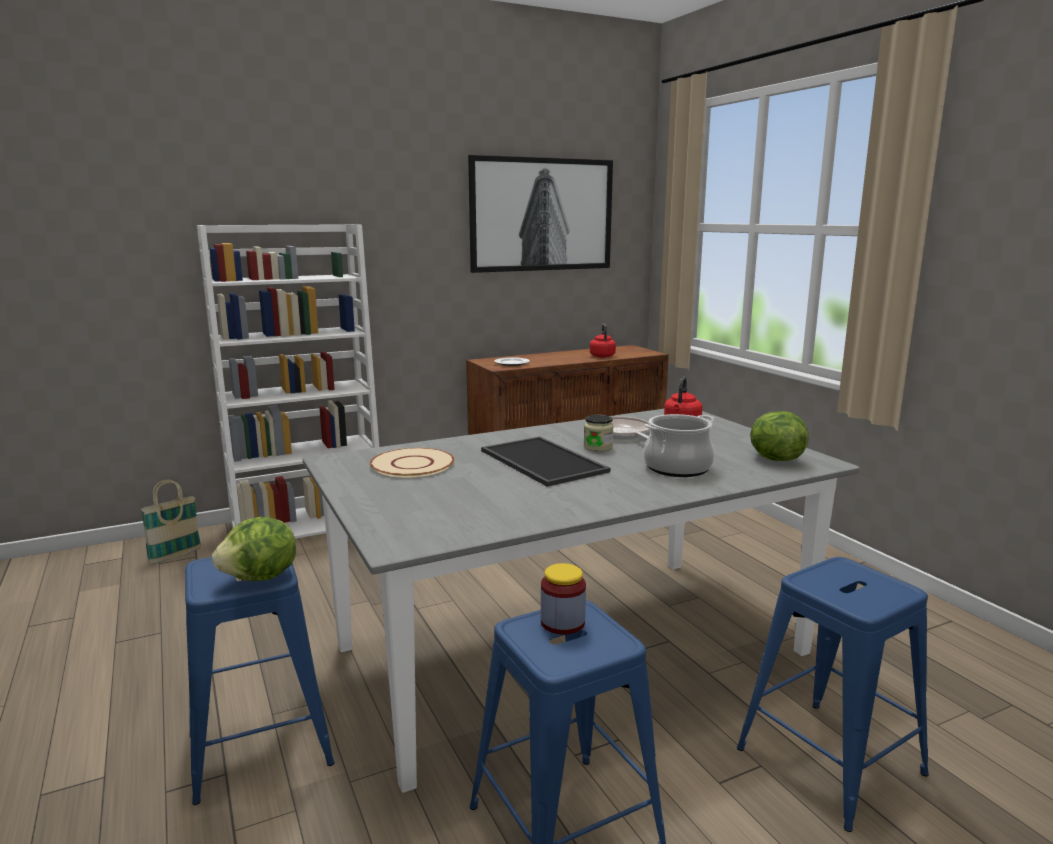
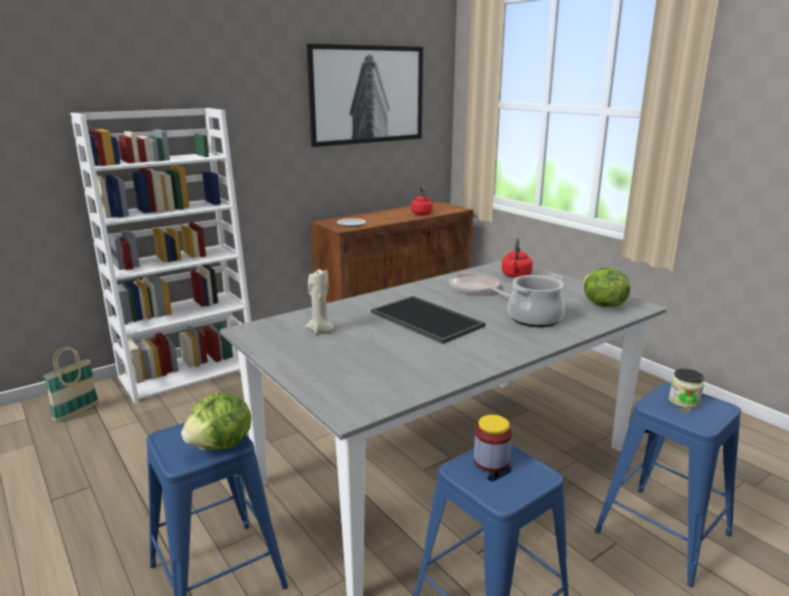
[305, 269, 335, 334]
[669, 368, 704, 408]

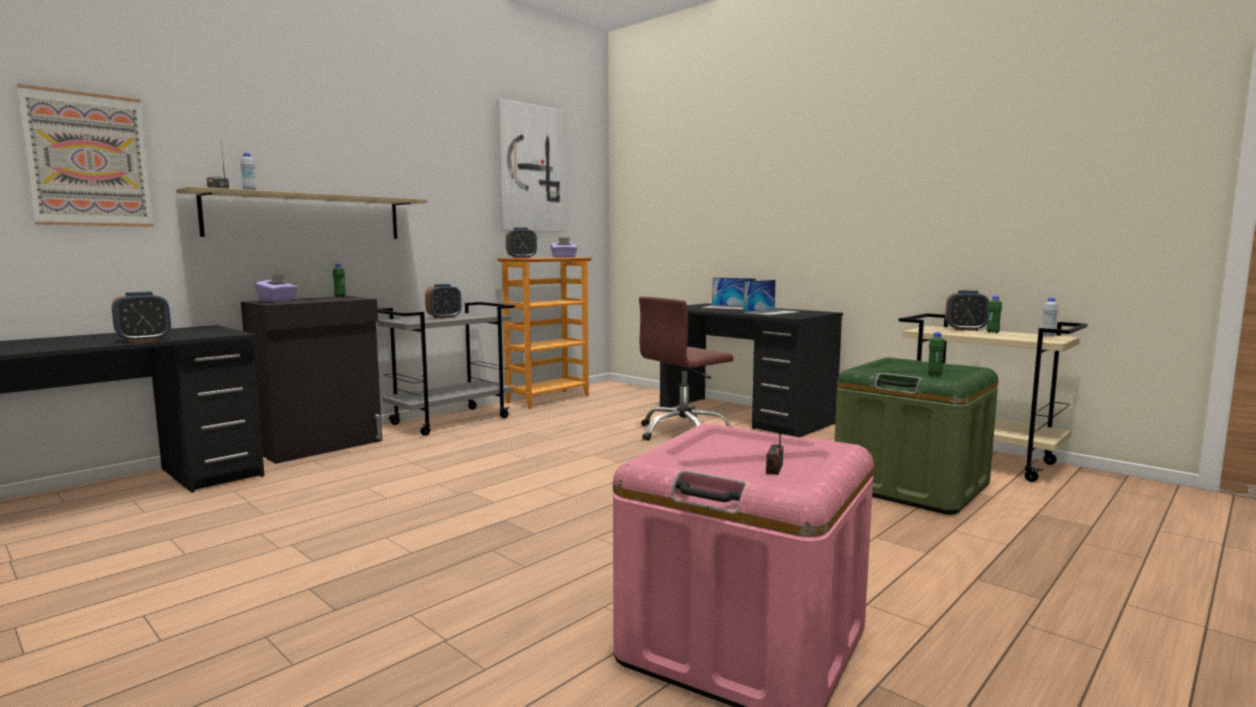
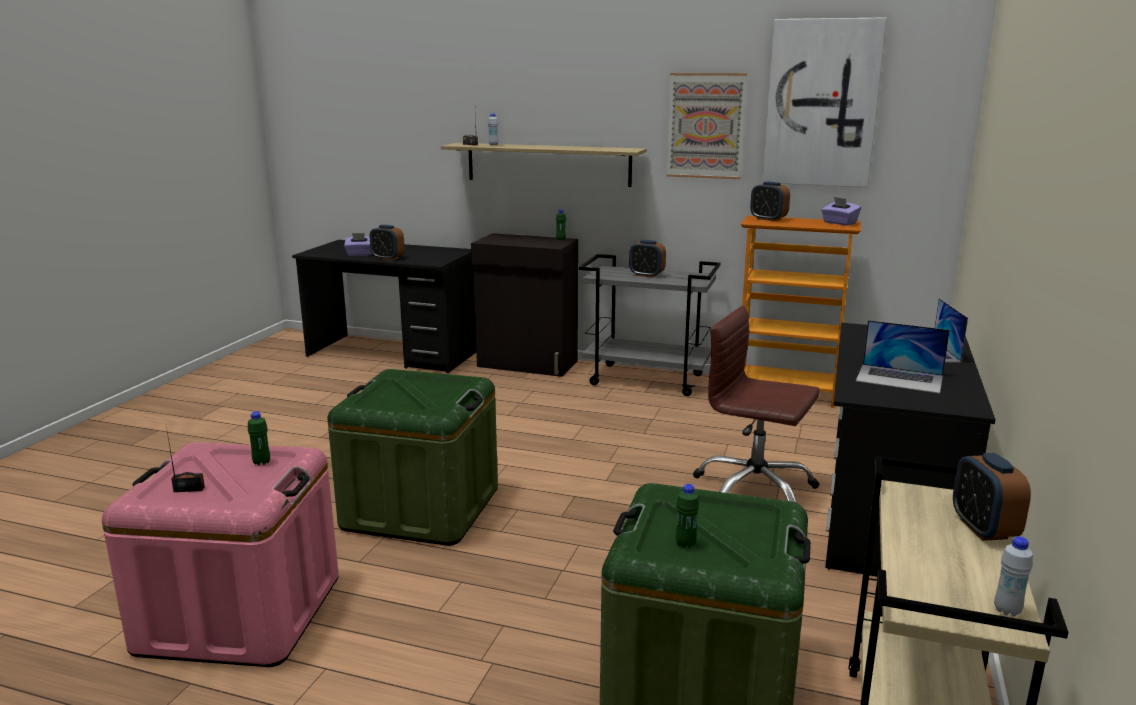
[666, 73, 747, 179]
[344, 233, 372, 256]
[248, 411, 270, 465]
[328, 369, 498, 546]

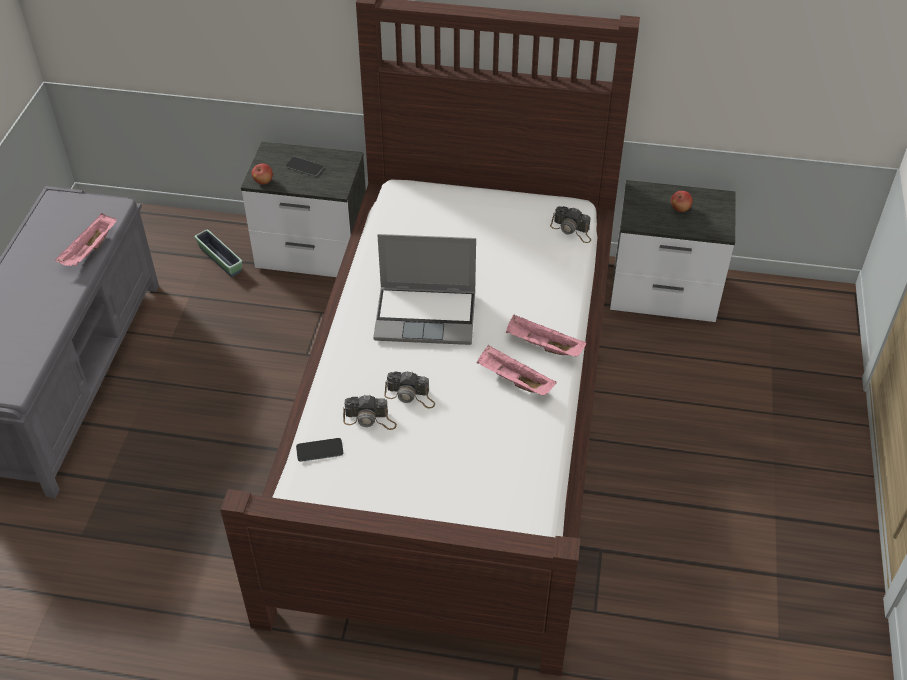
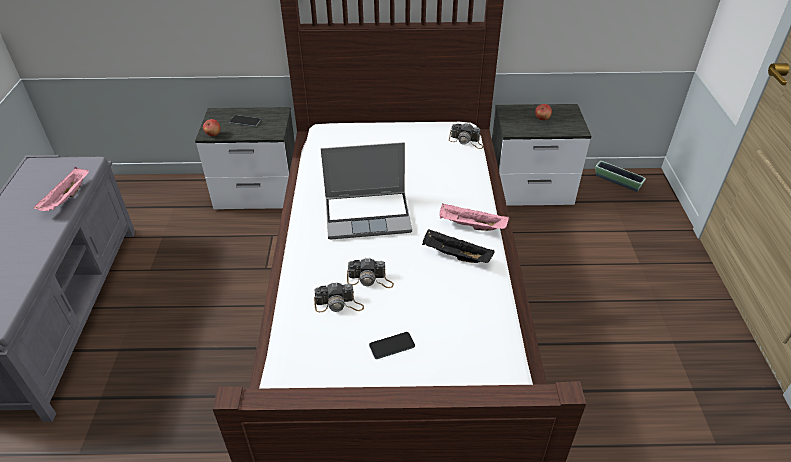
[596, 161, 646, 192]
[369, 332, 415, 359]
[422, 229, 495, 263]

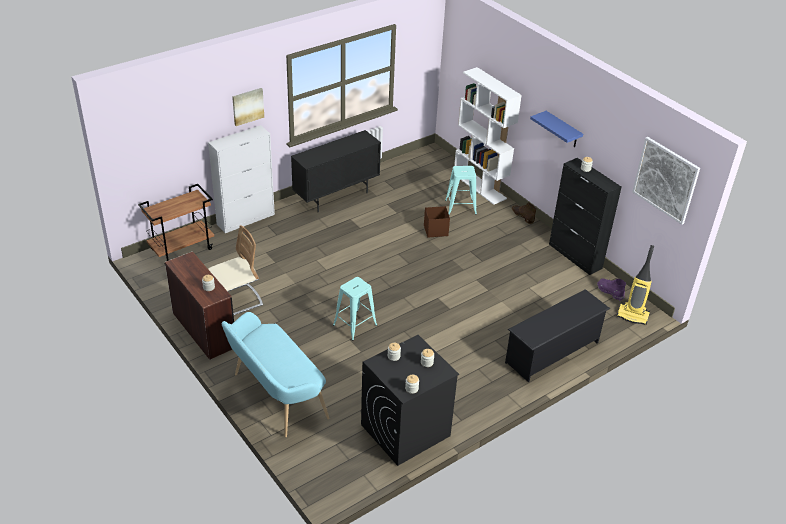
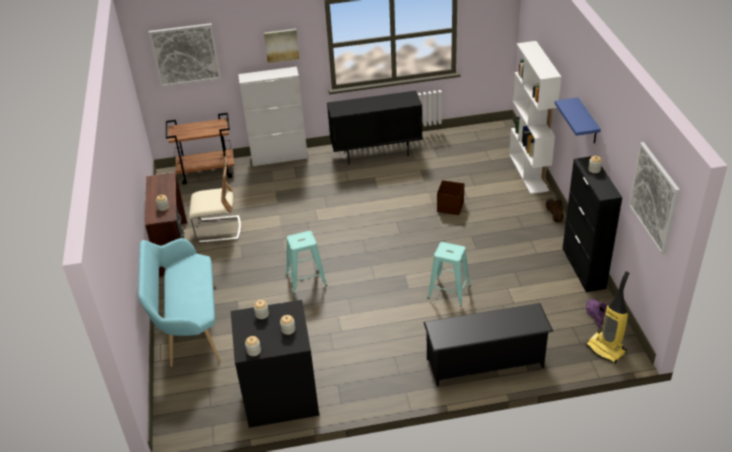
[428, 242, 471, 306]
[149, 23, 221, 87]

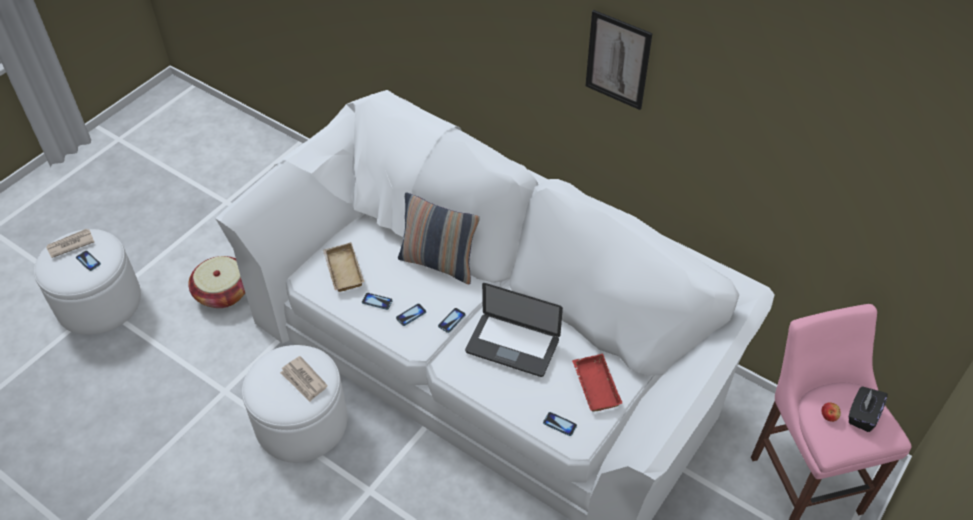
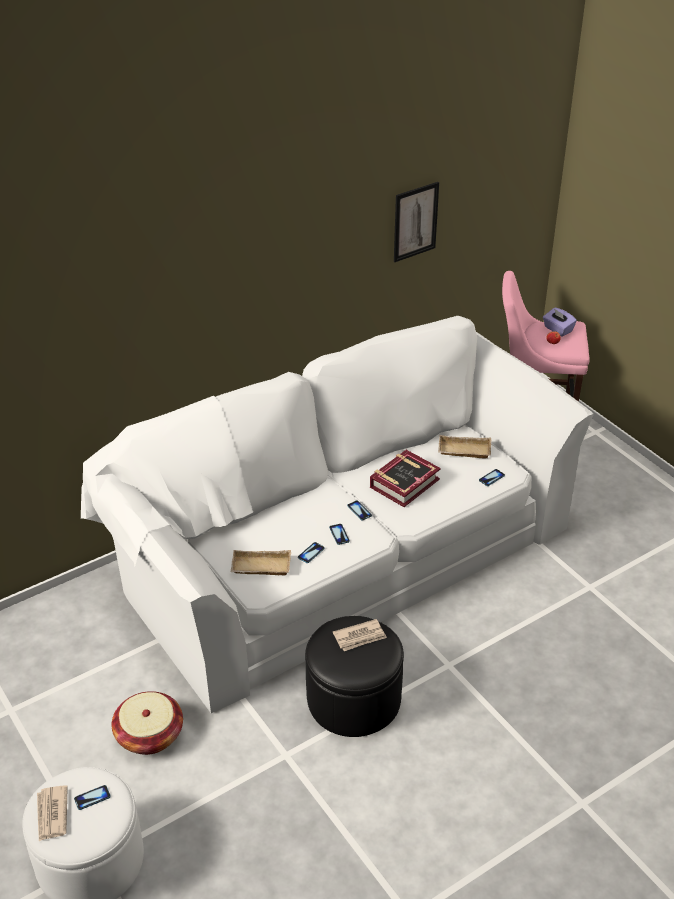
[305, 616, 404, 737]
[398, 193, 480, 284] (first image)
[370, 450, 441, 507]
[438, 435, 492, 459]
[394, 182, 439, 262]
[543, 307, 577, 337]

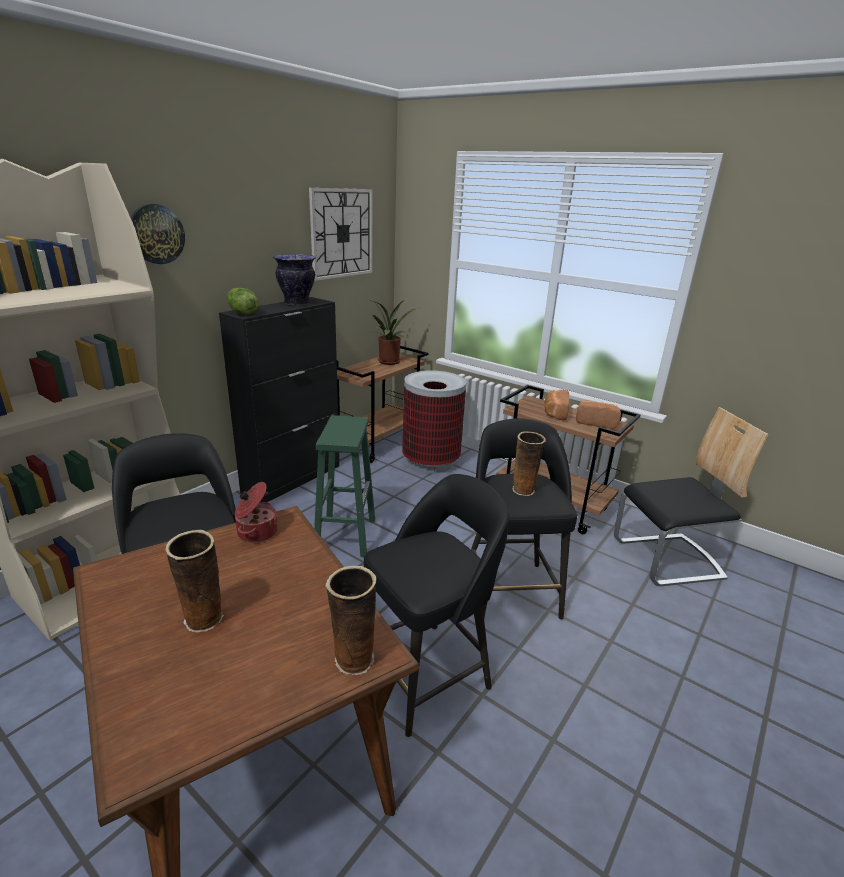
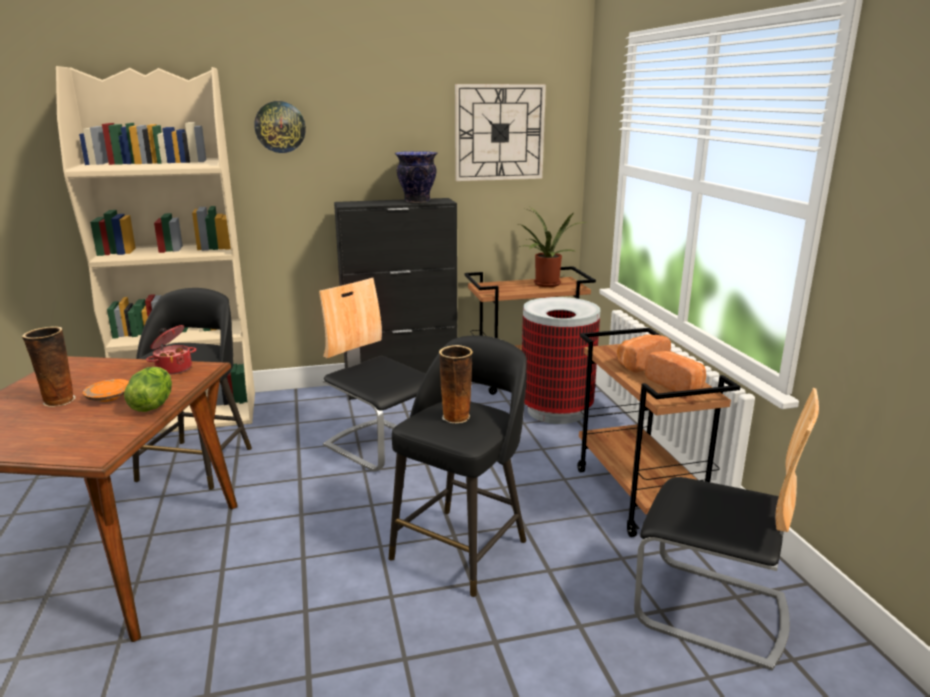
[124, 367, 172, 412]
[319, 278, 425, 472]
[325, 566, 377, 675] (first image)
[364, 474, 510, 737] (first image)
[83, 379, 129, 402]

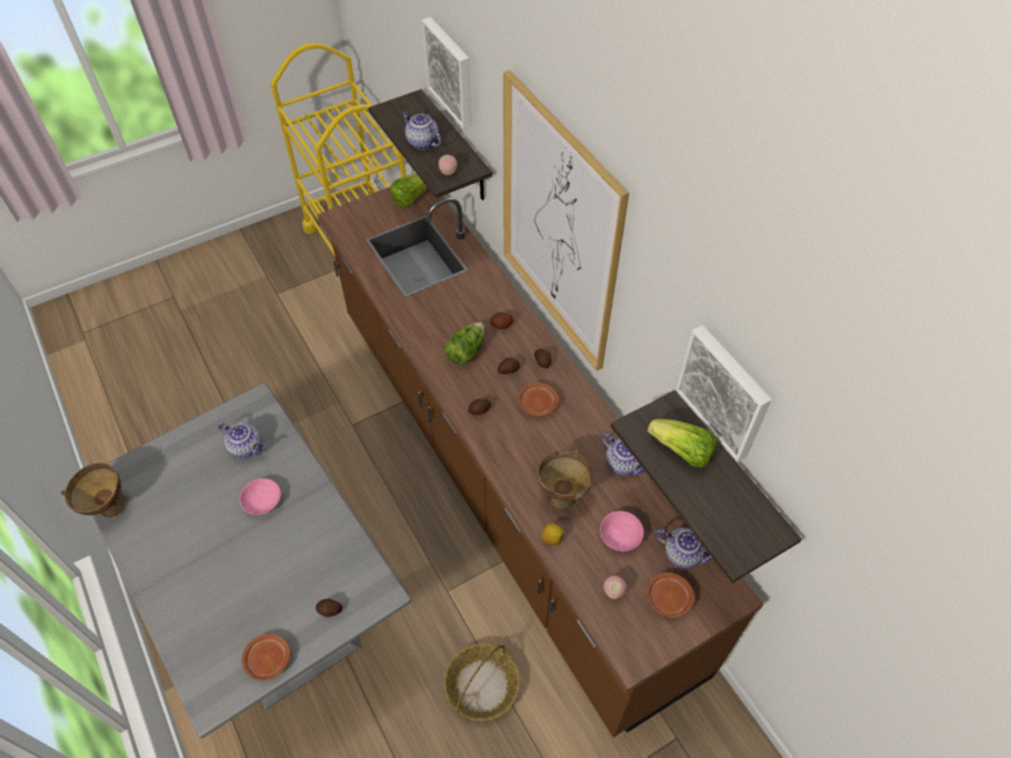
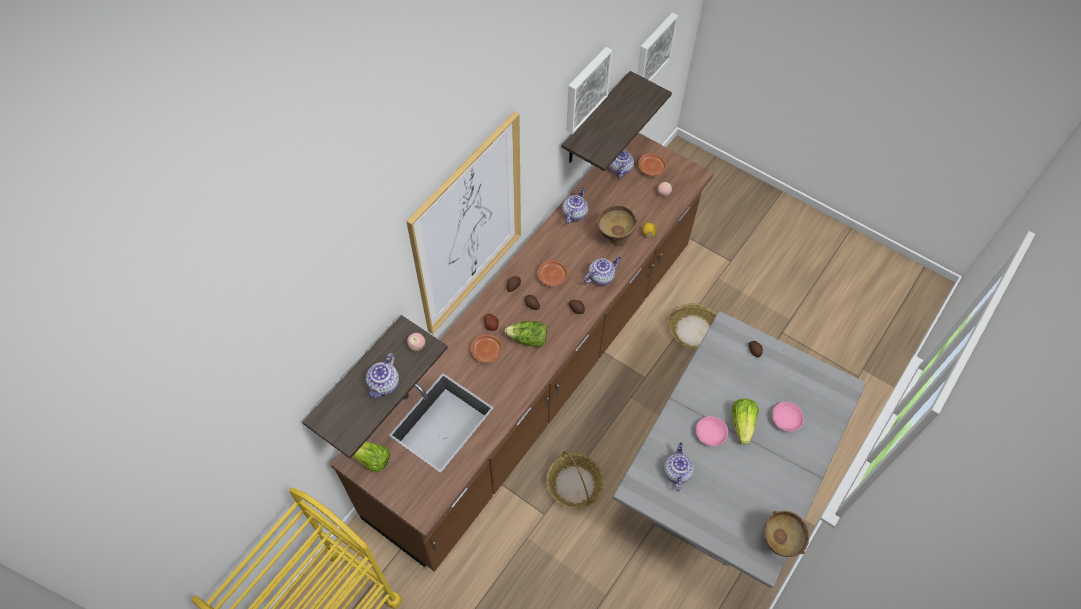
[470, 334, 503, 363]
[637, 13, 678, 81]
[772, 402, 804, 432]
[731, 399, 759, 444]
[546, 451, 604, 509]
[583, 256, 621, 285]

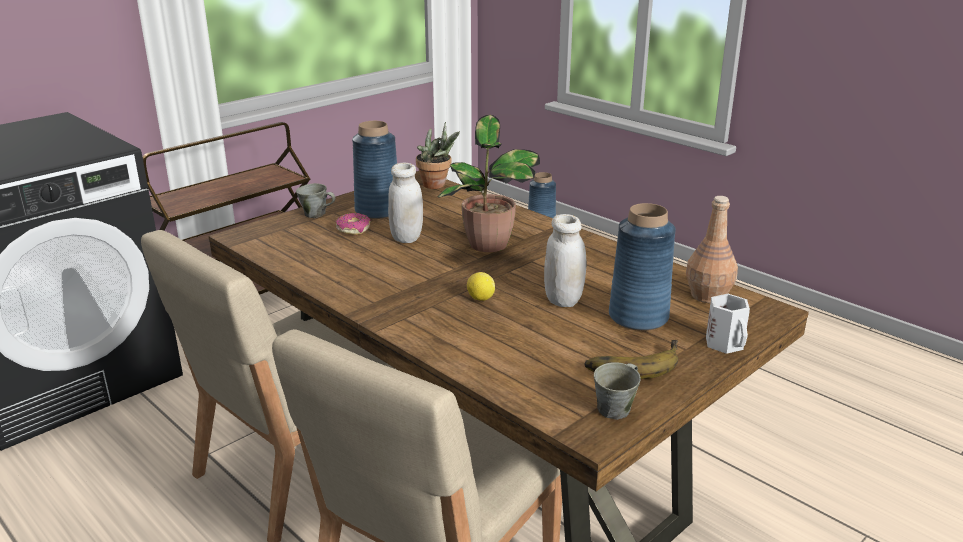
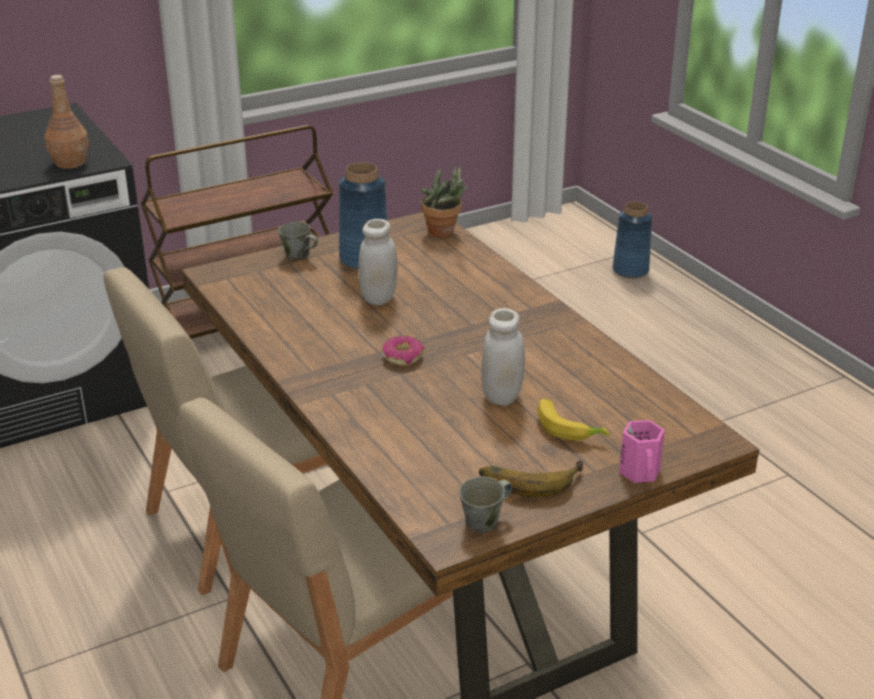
[382, 336, 424, 366]
[437, 115, 540, 252] (first image)
[467, 272, 495, 301] (first image)
[537, 399, 609, 440]
[44, 75, 89, 169]
[619, 420, 665, 483]

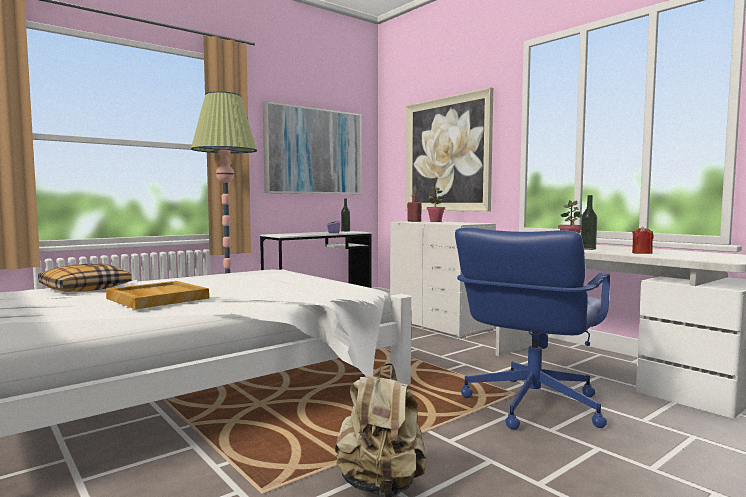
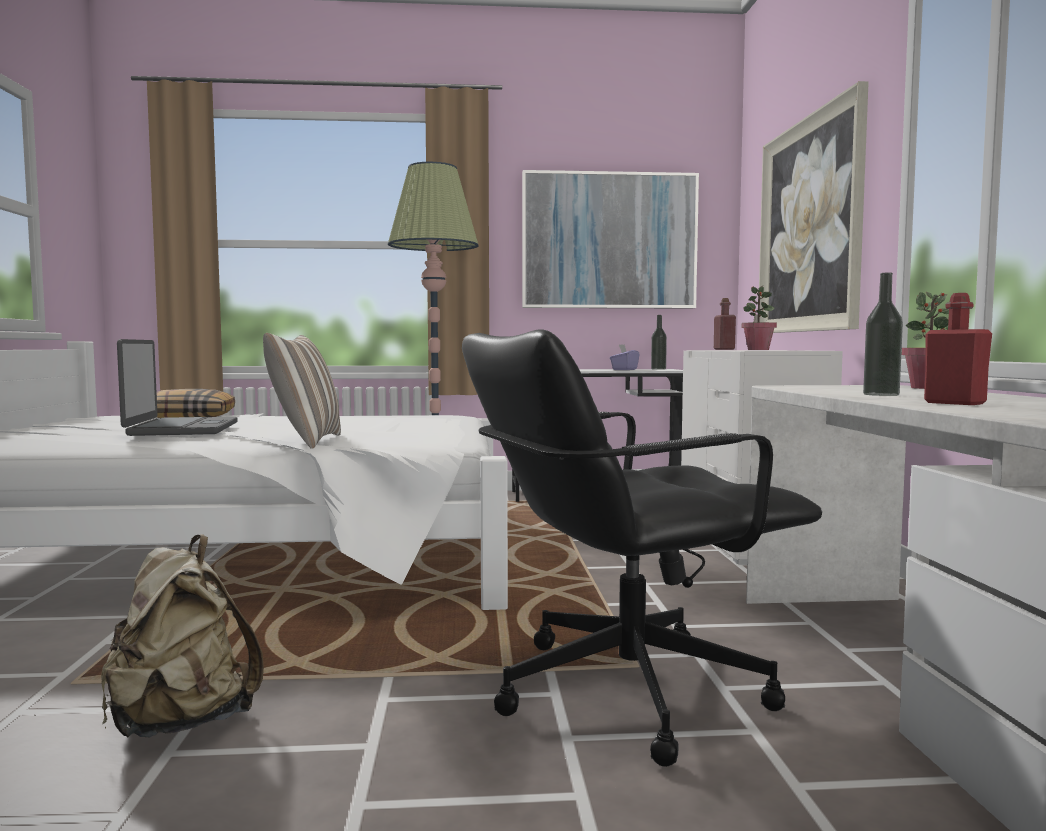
[117, 339, 238, 436]
[462, 329, 822, 767]
[924, 293, 992, 405]
[263, 333, 341, 449]

